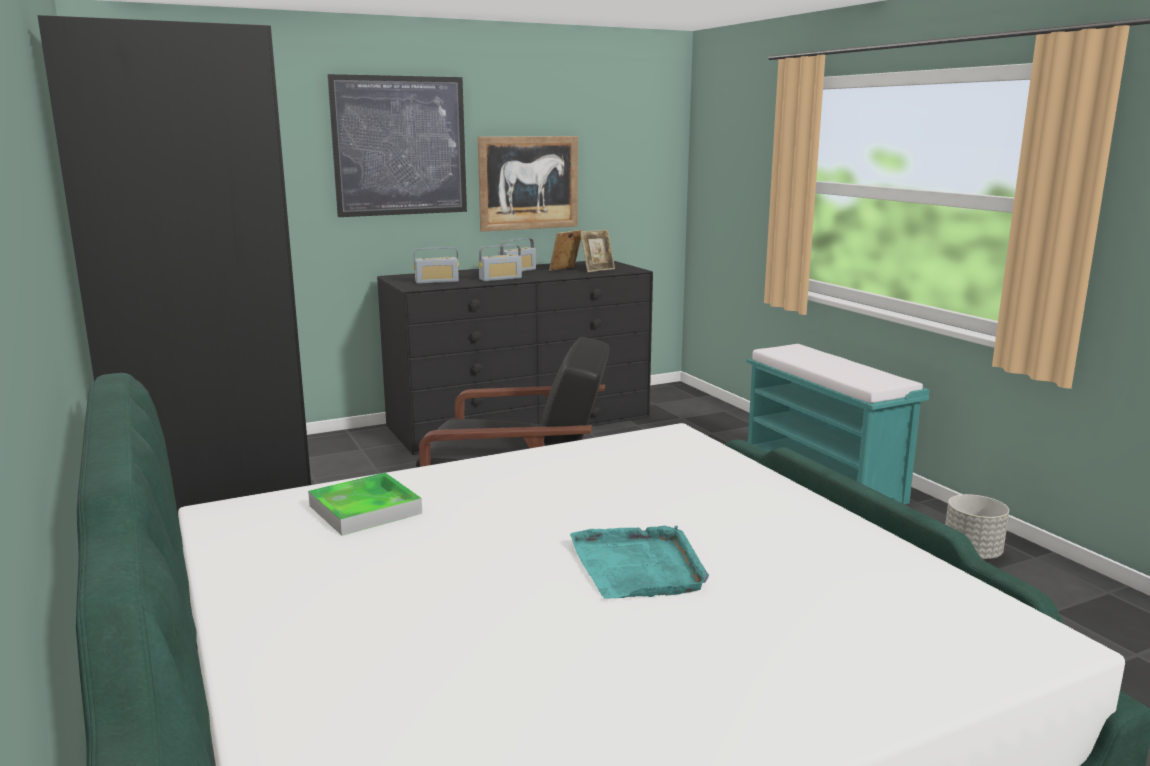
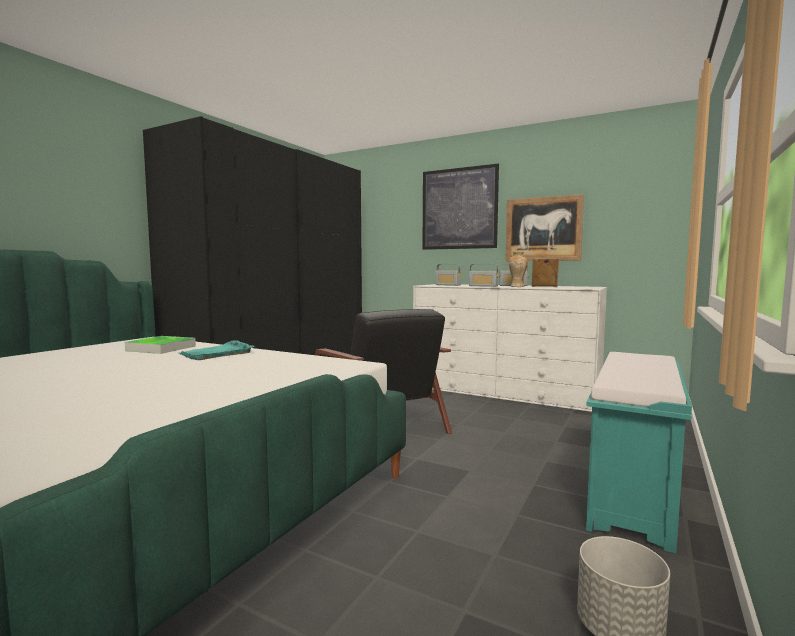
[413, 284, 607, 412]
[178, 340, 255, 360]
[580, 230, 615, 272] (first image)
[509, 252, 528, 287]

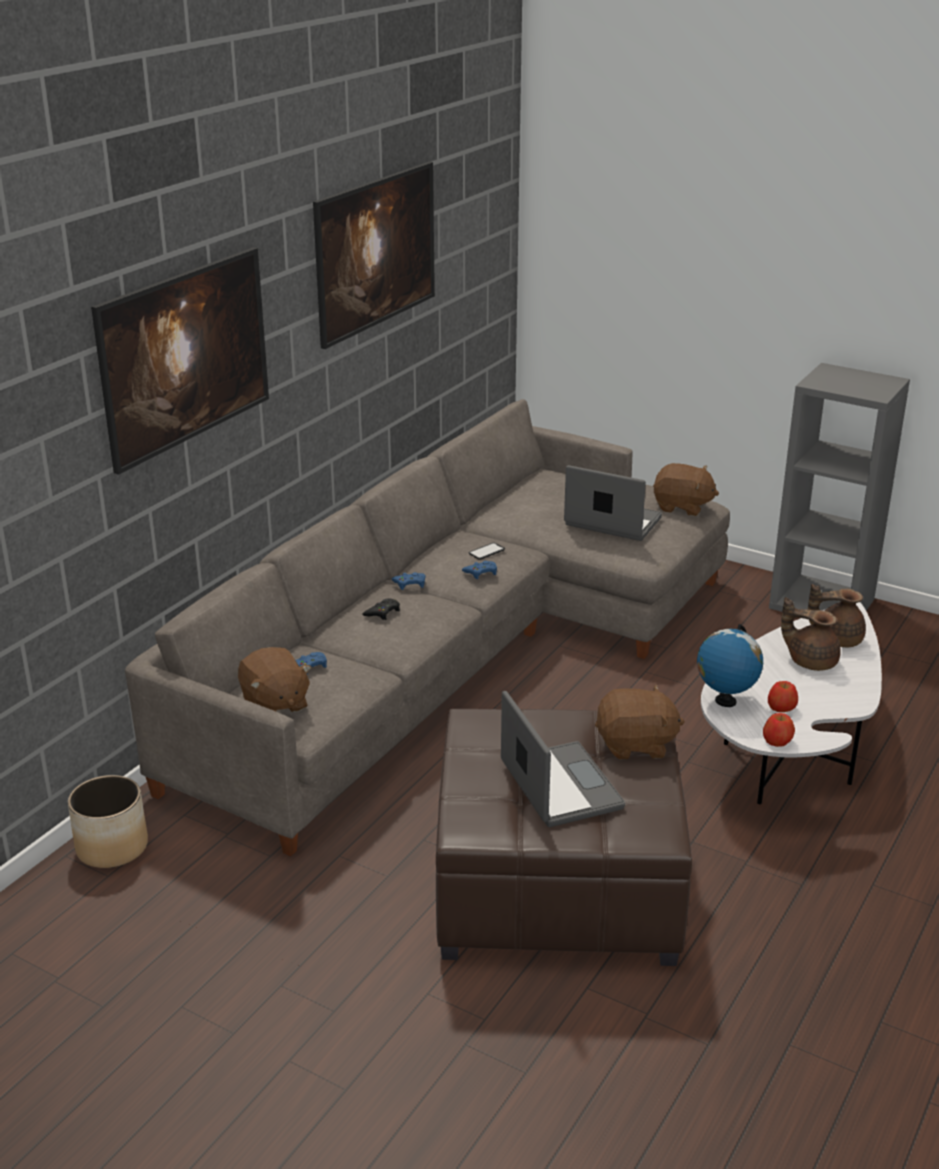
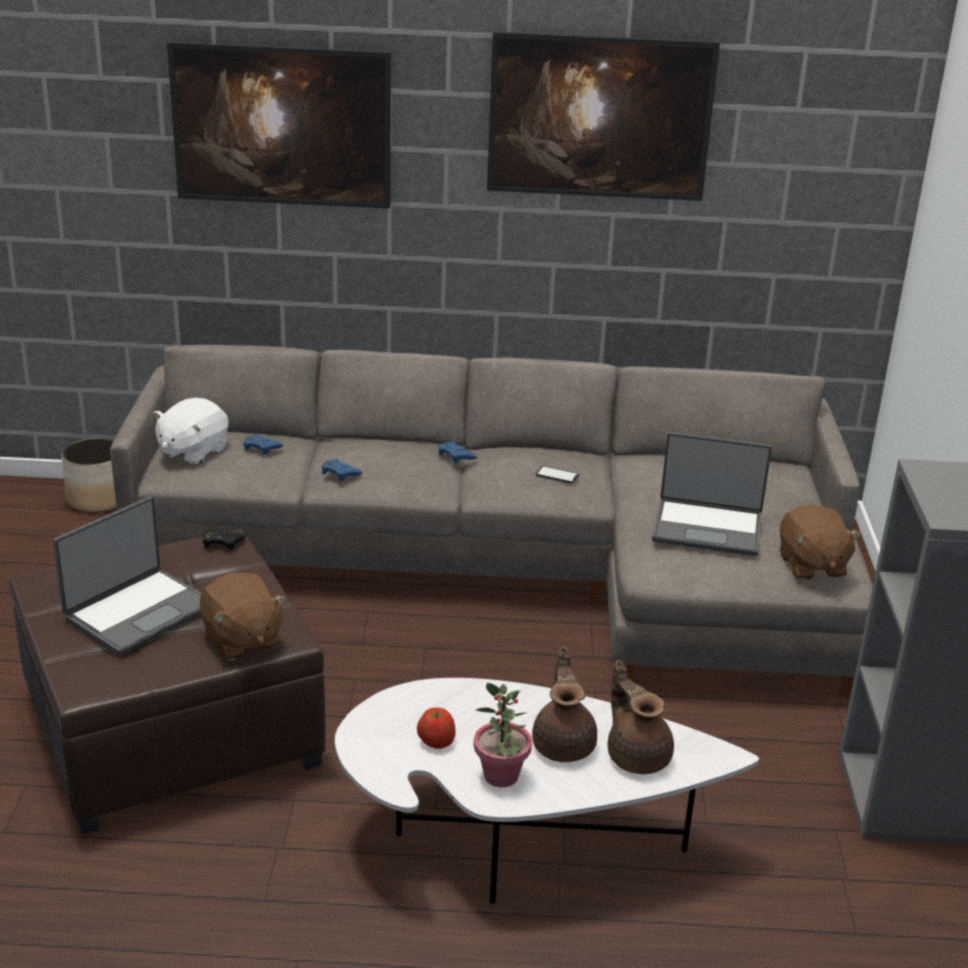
[153, 398, 229, 465]
[203, 528, 246, 551]
[322, 459, 362, 481]
[652, 432, 772, 556]
[697, 624, 763, 707] (first image)
[763, 713, 795, 747] (first image)
[474, 683, 532, 787]

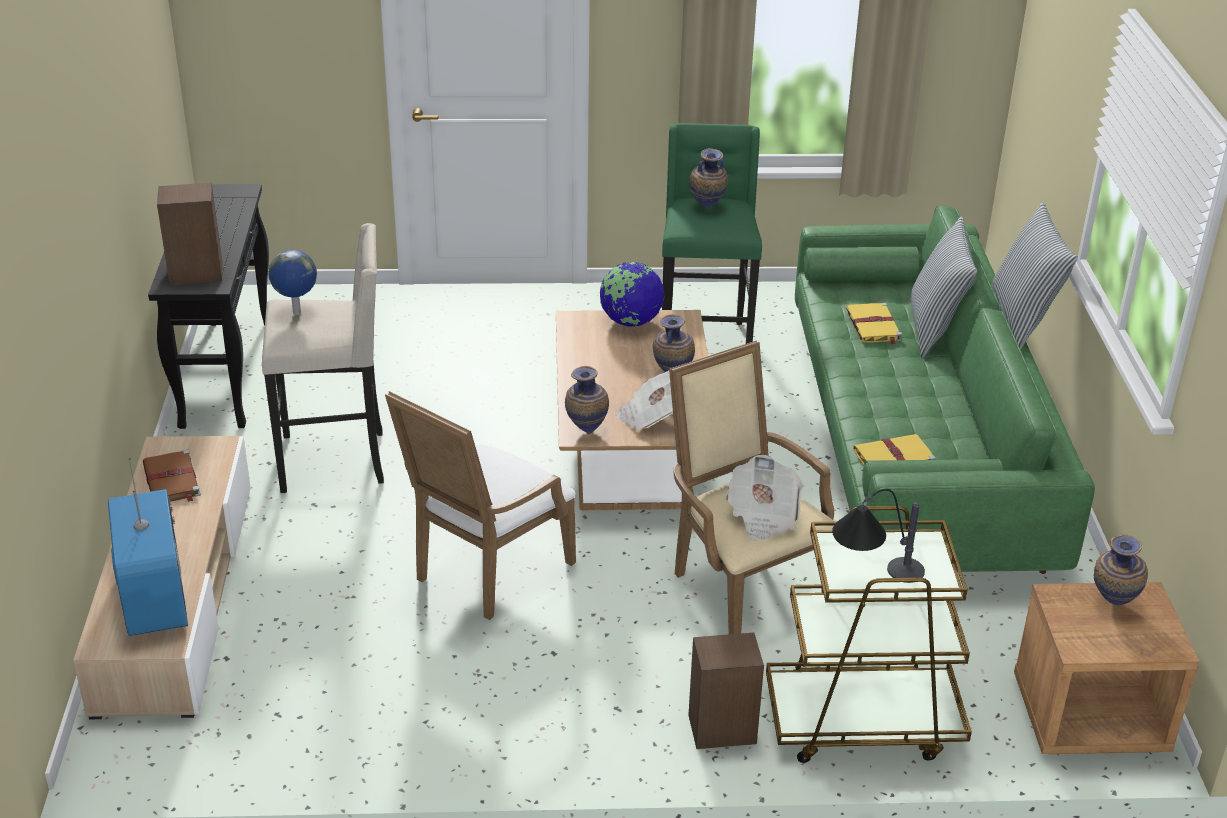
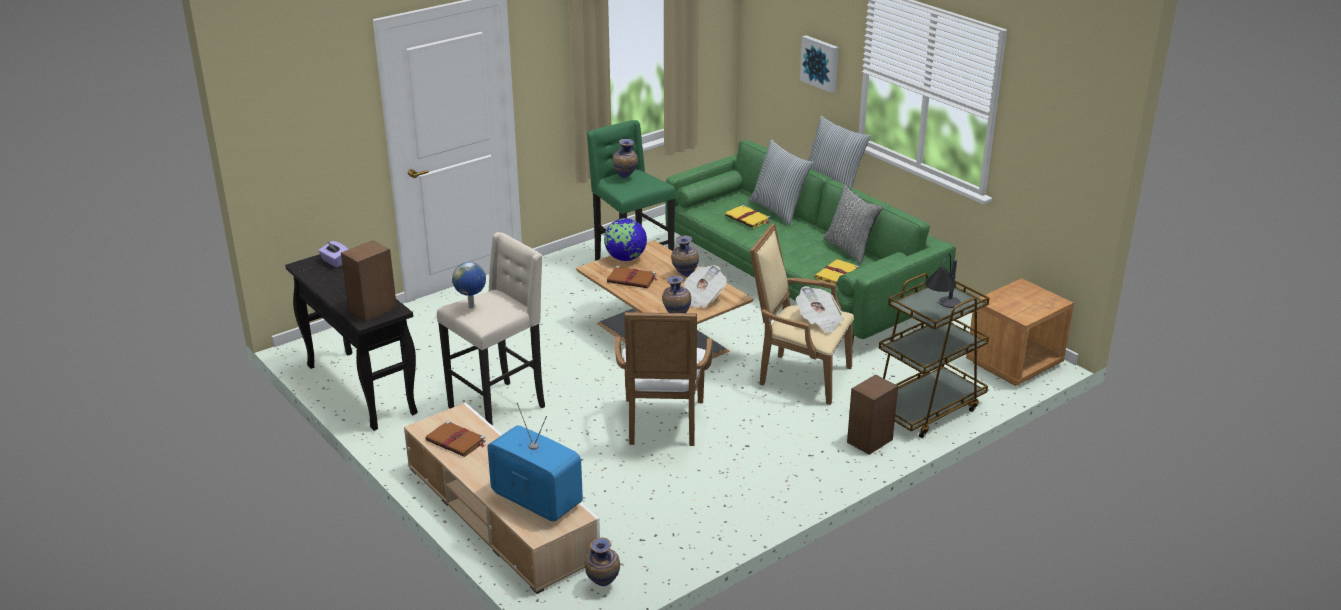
[584, 538, 620, 586]
[318, 241, 349, 267]
[607, 266, 658, 288]
[800, 35, 838, 93]
[823, 184, 883, 265]

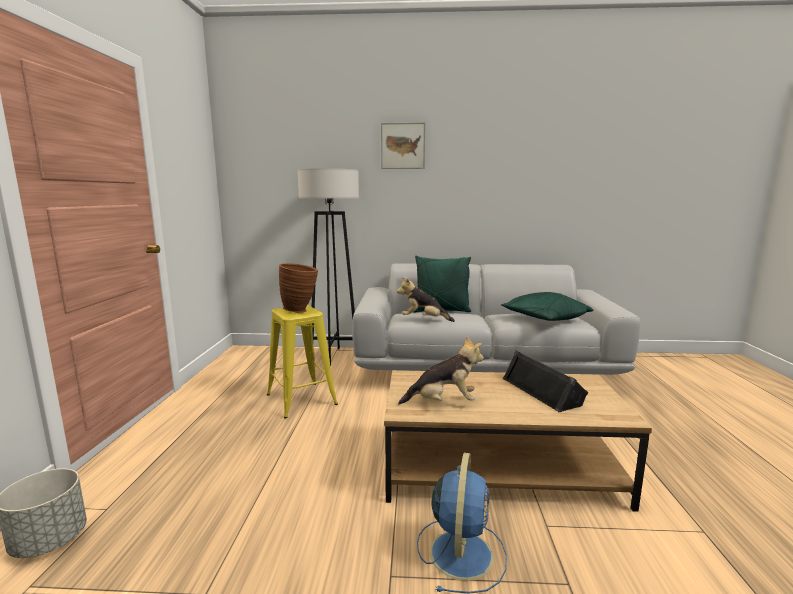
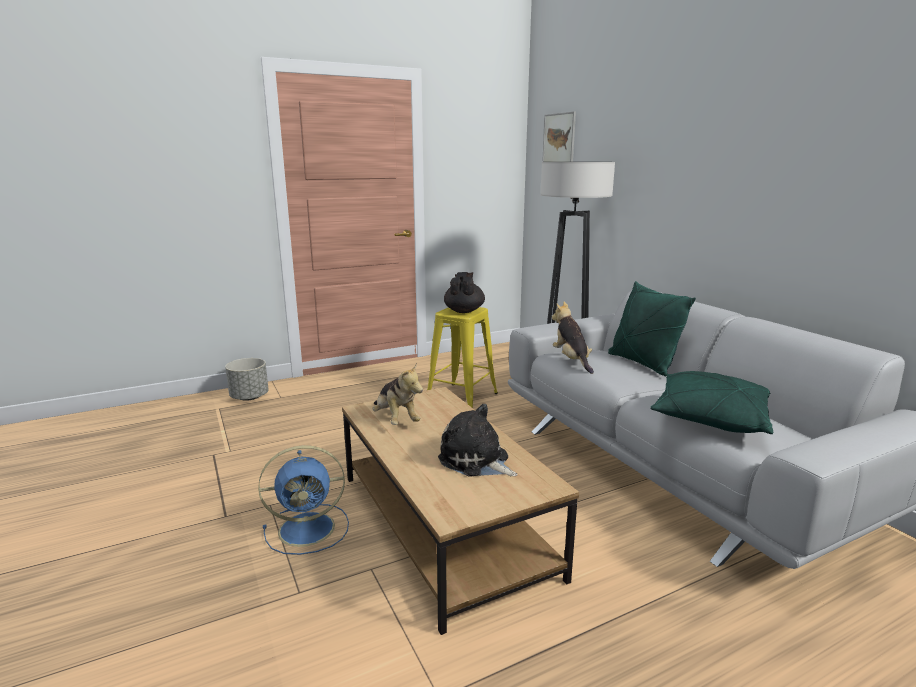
[444, 272, 485, 313]
[542, 111, 576, 162]
[438, 404, 518, 477]

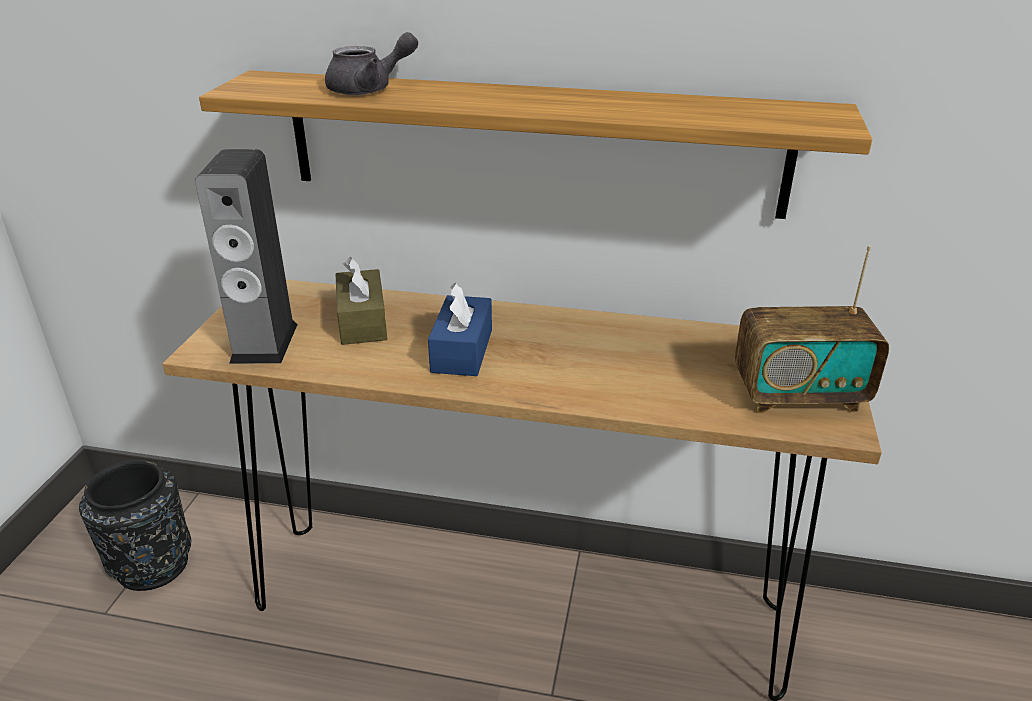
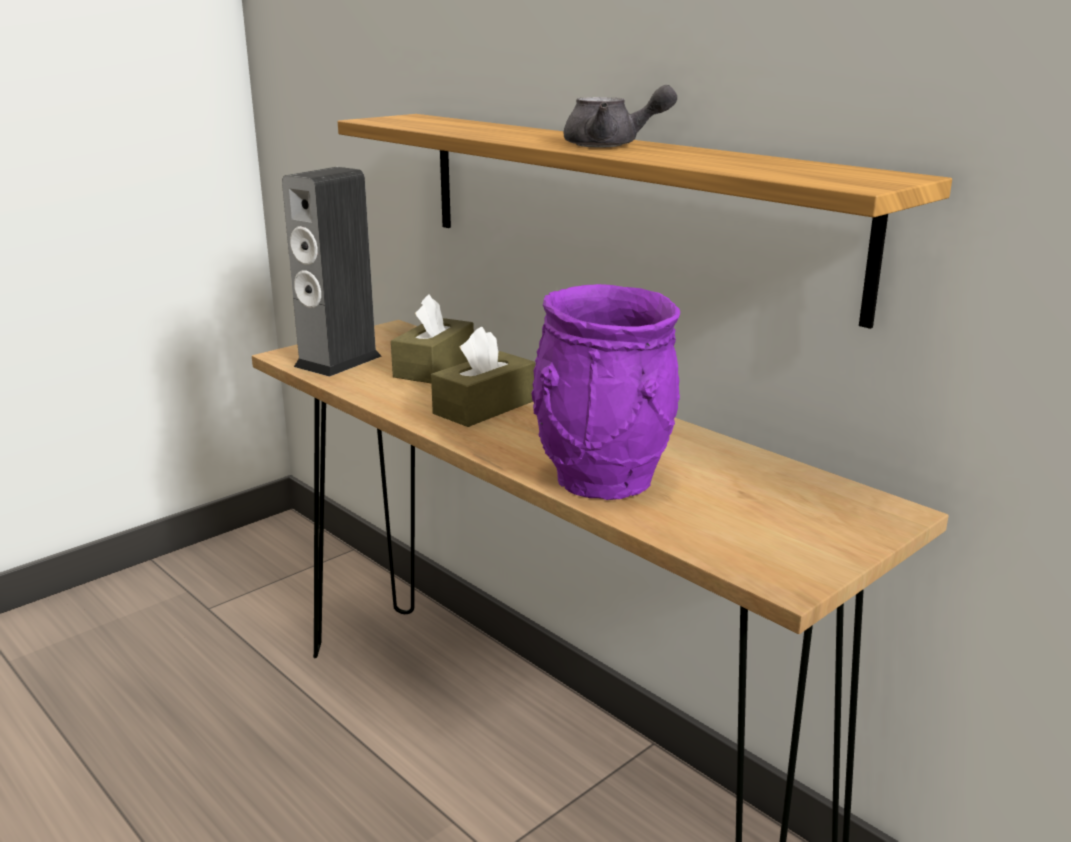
[79, 460, 191, 591] (first image)
[564, 85, 677, 148]
[431, 327, 535, 427]
[735, 245, 889, 413] (first image)
[532, 284, 680, 500]

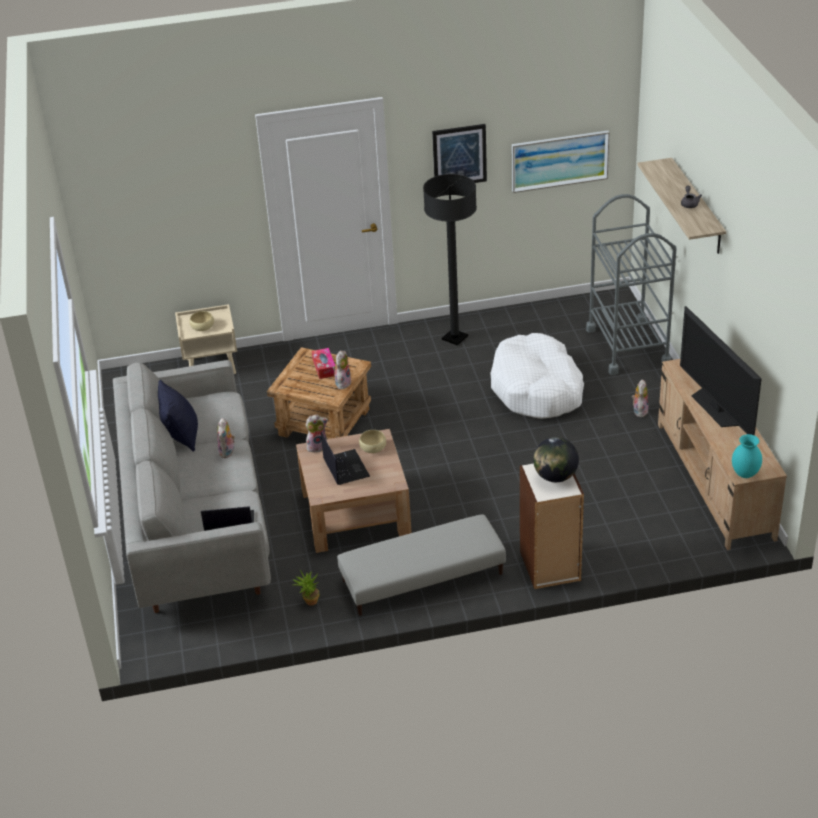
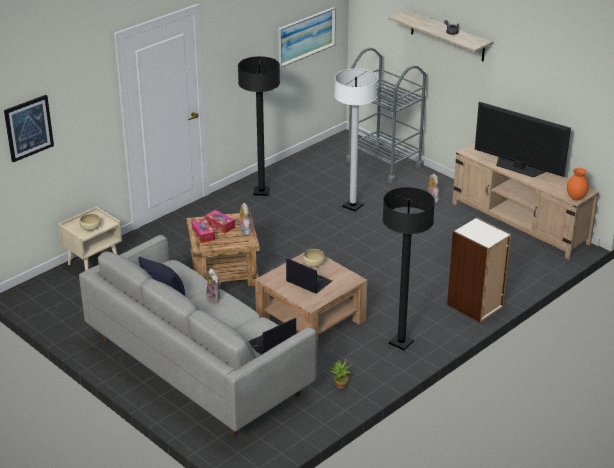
[305, 414, 328, 452] (first image)
[382, 187, 435, 350]
[4, 95, 54, 162]
[334, 69, 378, 211]
[533, 437, 579, 482] (first image)
[567, 168, 589, 200]
[191, 218, 215, 243]

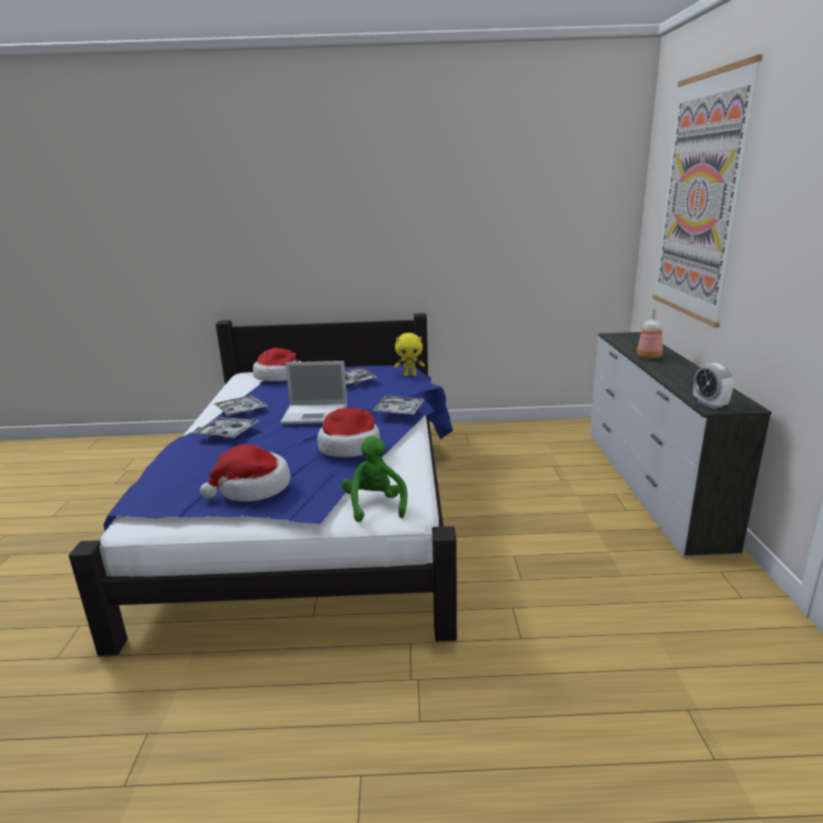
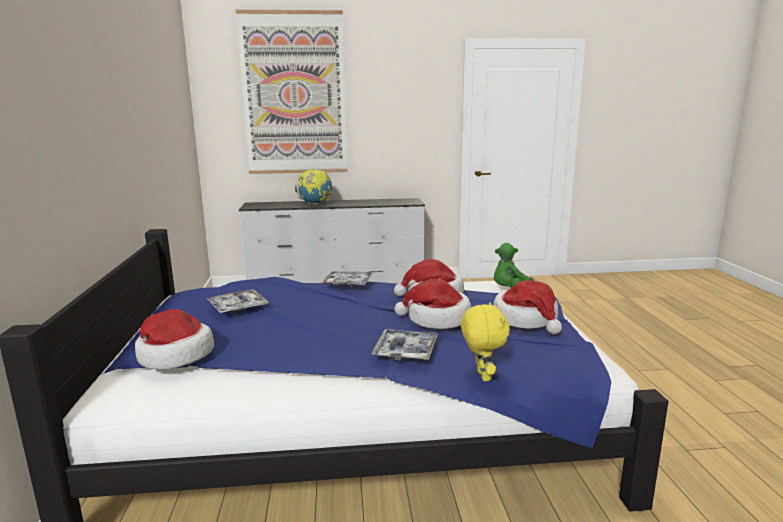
[213, 395, 267, 416] (first image)
[280, 361, 347, 424] (first image)
[461, 302, 510, 382]
[295, 169, 332, 205]
[693, 363, 733, 409] (first image)
[394, 279, 471, 329]

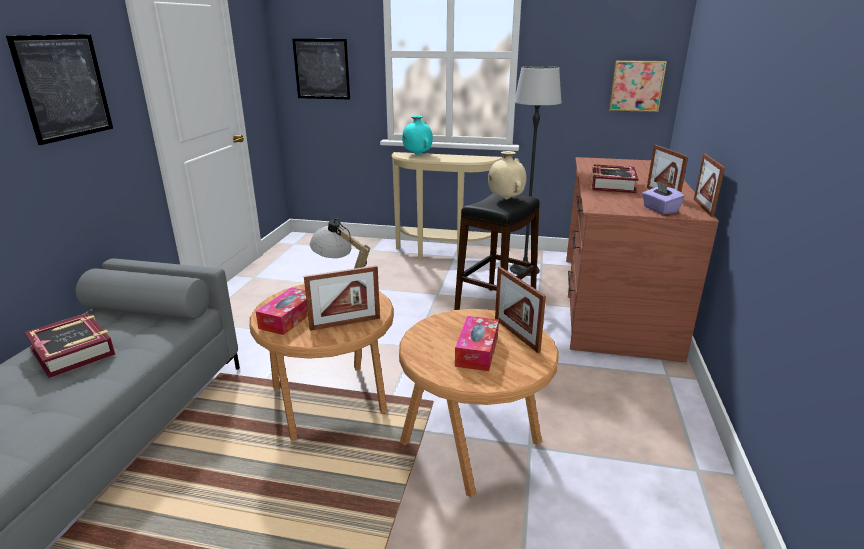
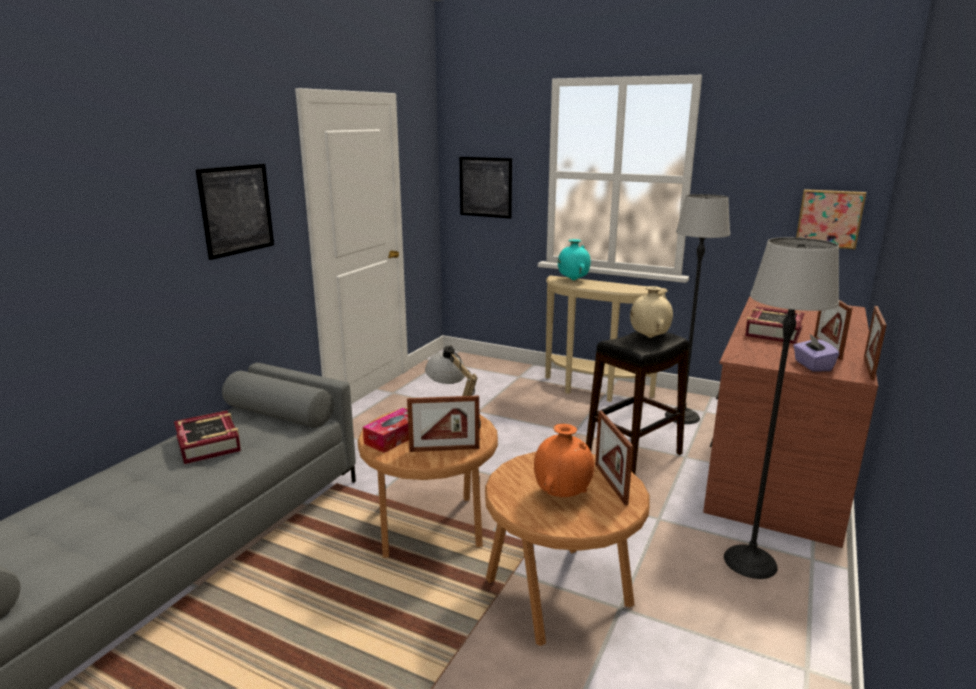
[534, 424, 594, 497]
[724, 237, 839, 579]

